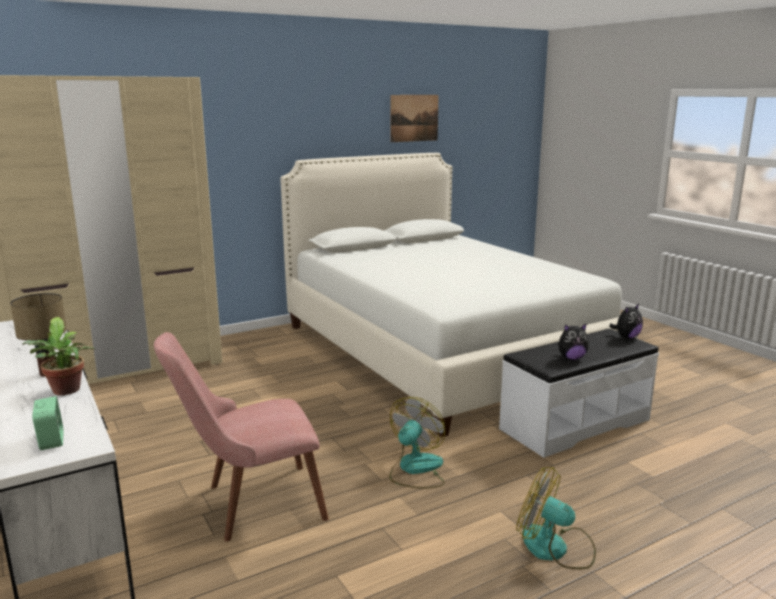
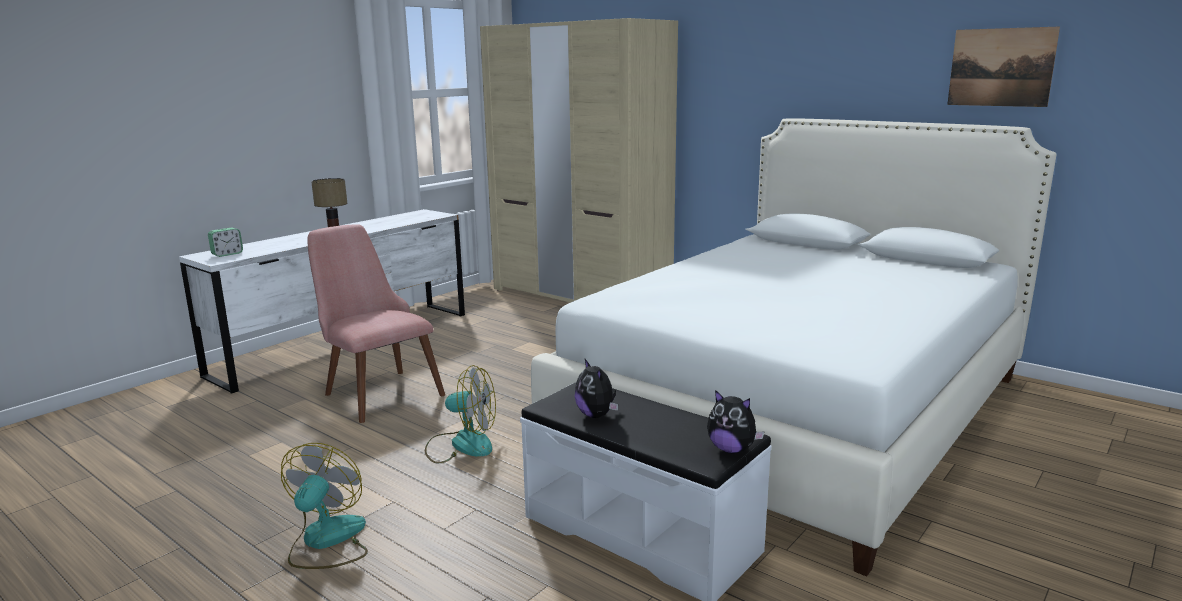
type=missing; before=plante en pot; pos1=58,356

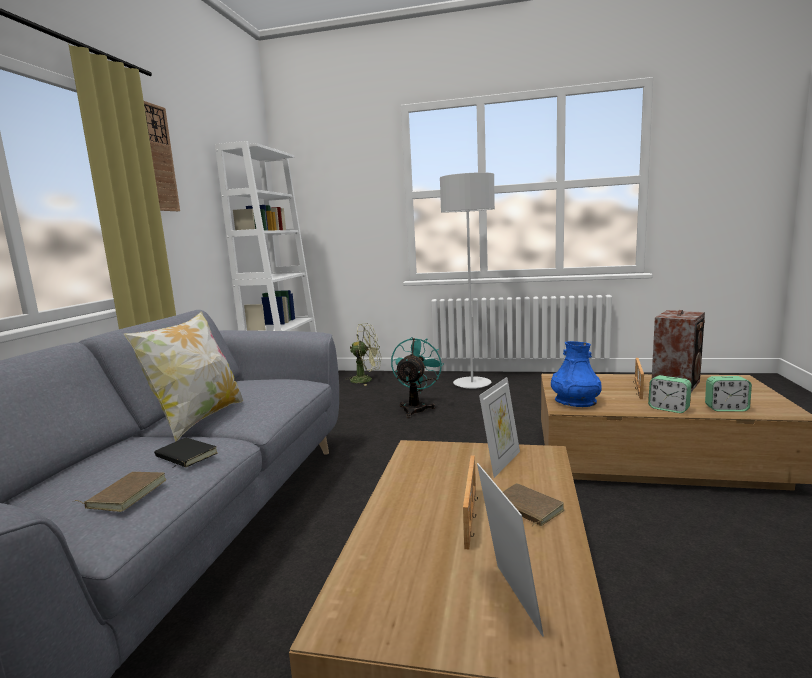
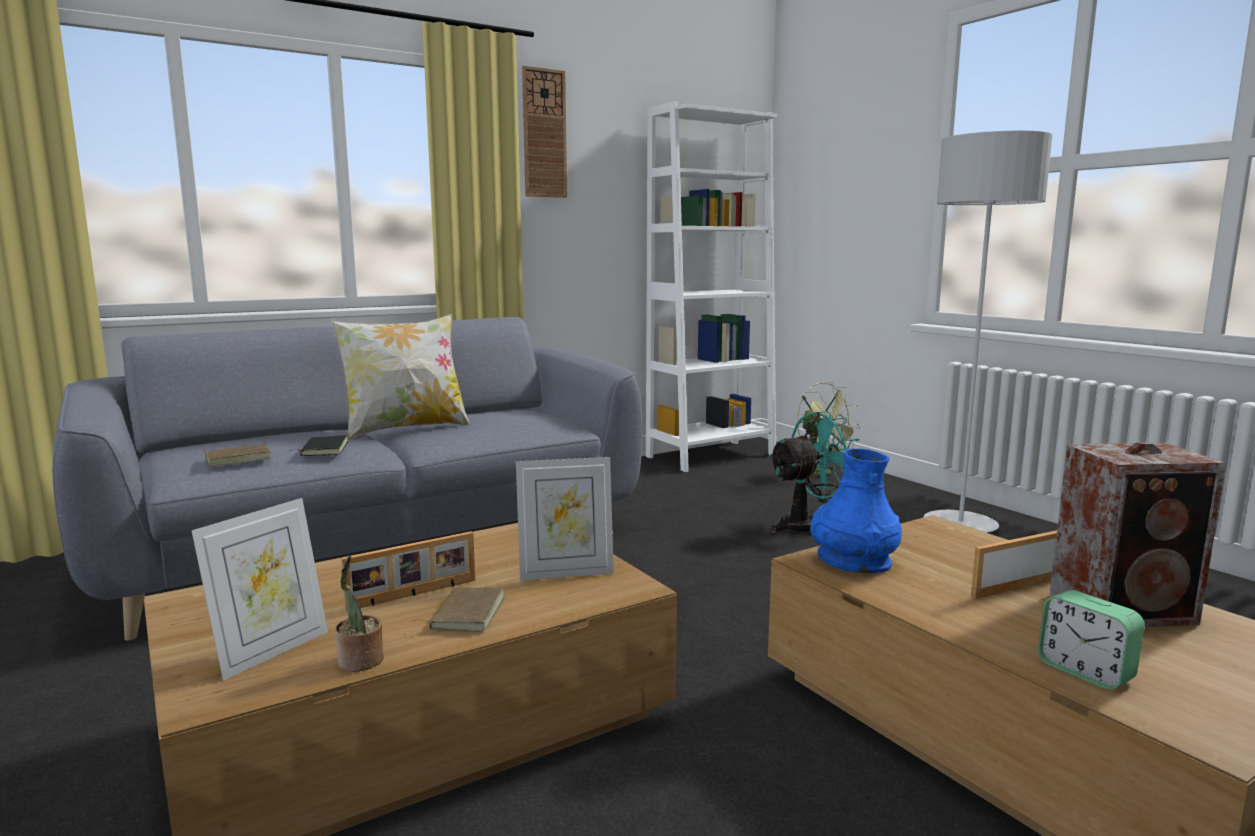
type=appeared; after=plante en pot; pos2=359,613
type=missing; before=réveil; pos1=670,394

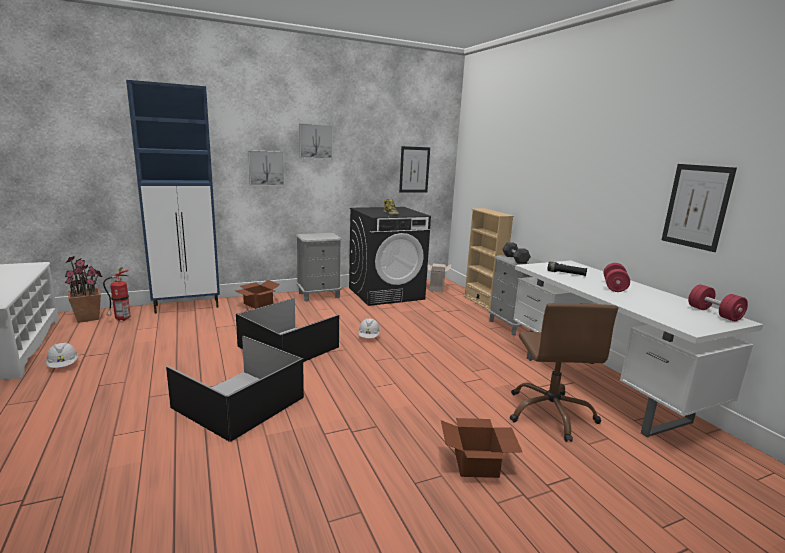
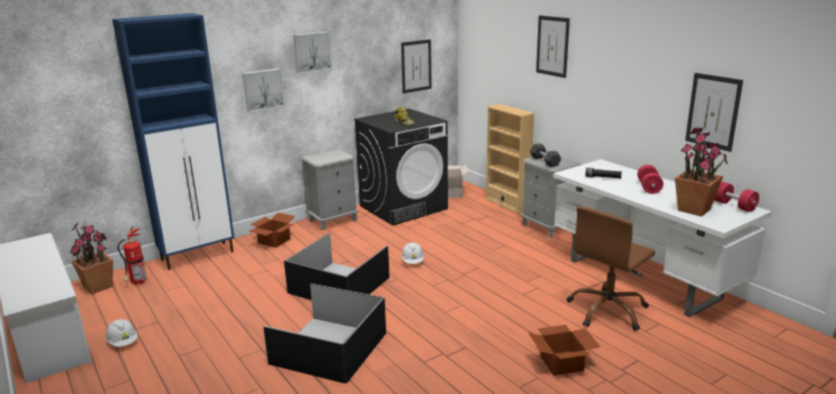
type=appeared; after=tableau; pos2=553,46
type=spun; before=chaise de bureau/marron; pos1=564,372; pos2=611,268; turn=60
type=appeared; after=plante en pot; pos2=701,172

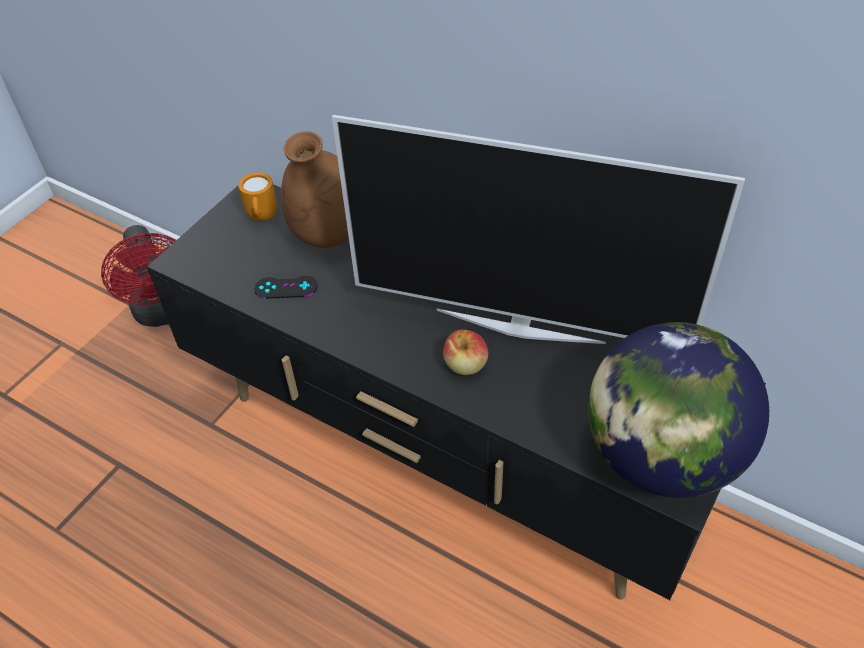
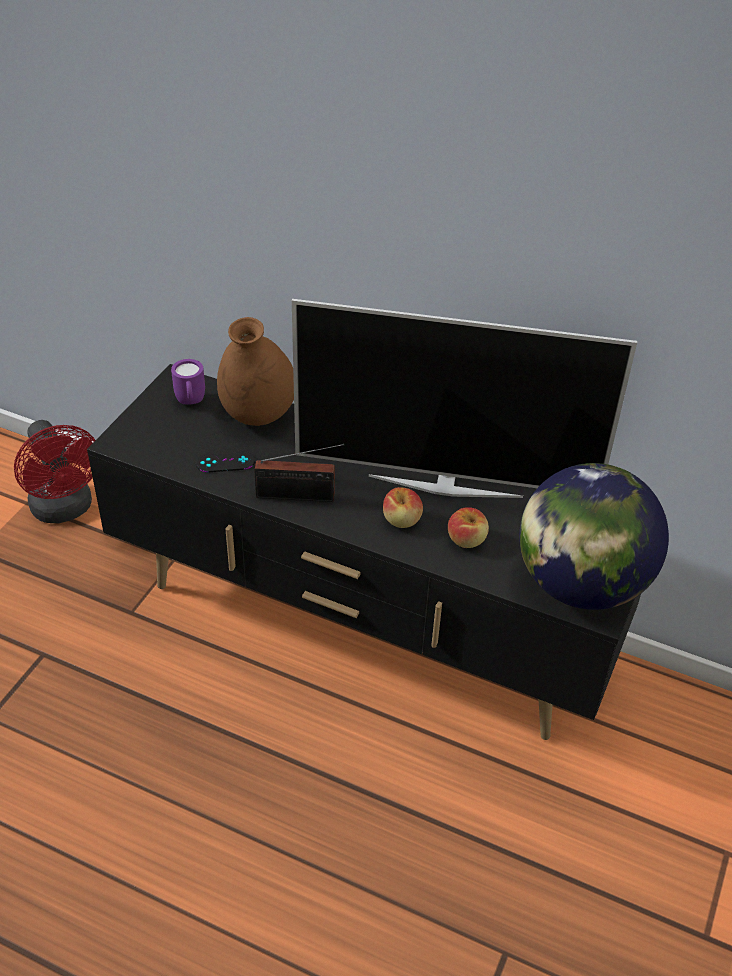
type=colour; before=mug/orange; after=mug/violet; pos1=257,196; pos2=188,381
type=appeared; after=radio; pos2=299,473
type=appeared; after=pomme; pos2=468,527

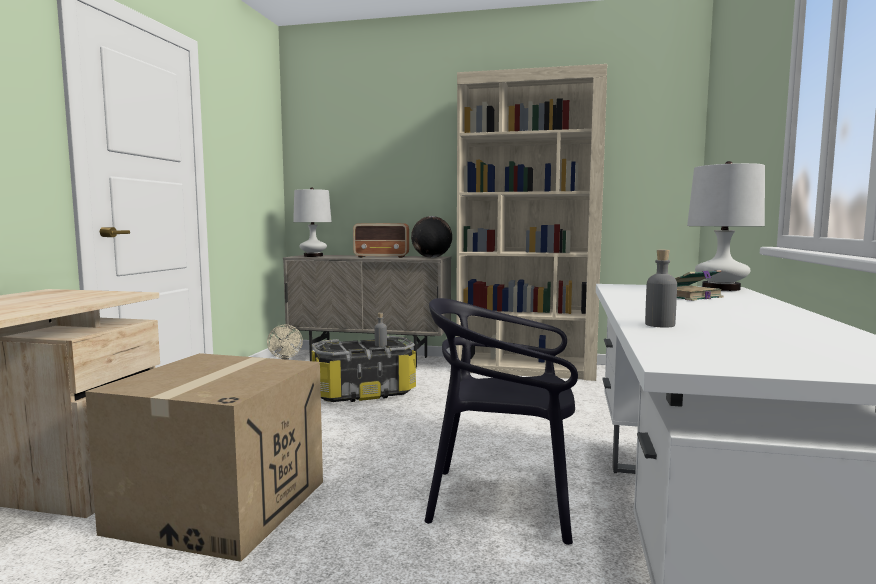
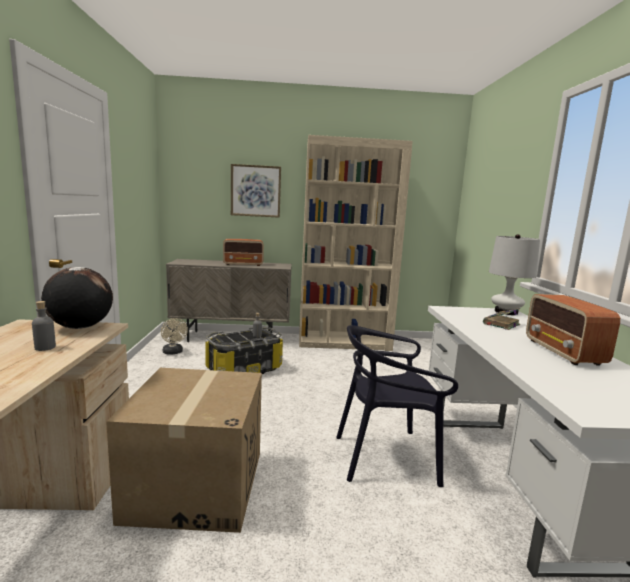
type=relocated; before=bouteille/gris; pos1=661,289; pos2=44,326
type=relocated; before=globe; pos1=431,237; pos2=77,298
type=appeared; after=tableau; pos2=256,191
type=appeared; after=radio; pos2=573,330
type=missing; before=lampe de table/blanc; pos1=312,222

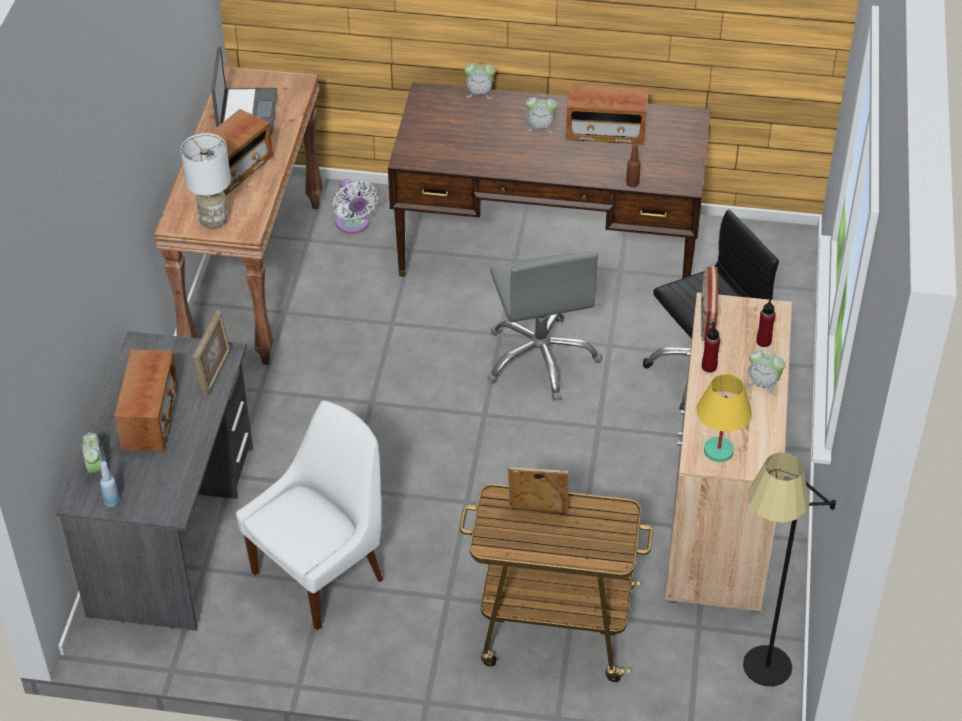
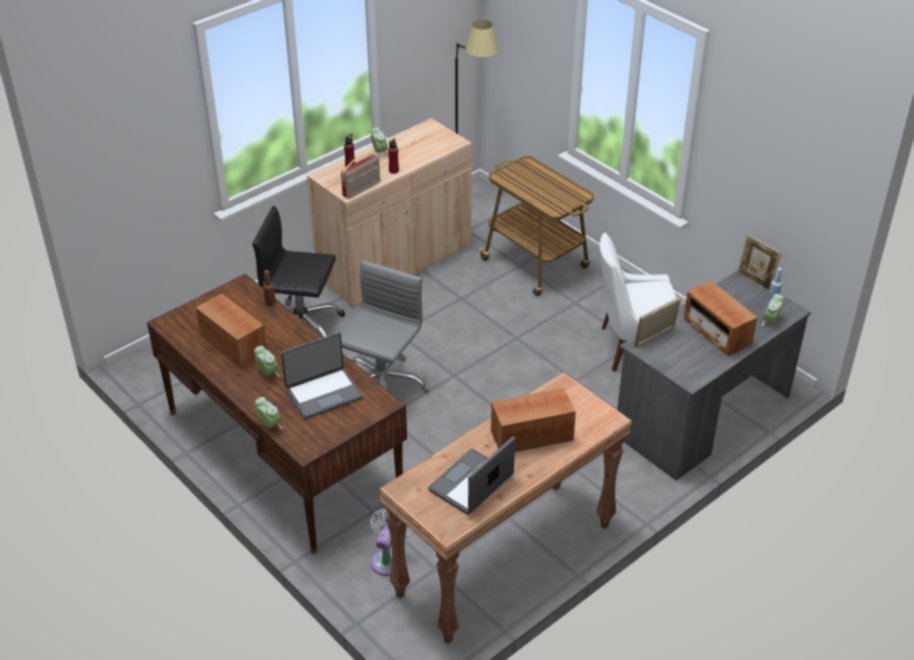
type=appeared; after=ordinateur portable; pos2=322,375
type=spun; before=radio; pos1=146,400; pos2=720,318; turn=-75
type=relocated; before=cadre photo; pos1=538,490; pos2=759,263
type=missing; before=lampe de table/blanc; pos1=206,181
type=missing; before=lampe de table/jaune; pos1=724,418

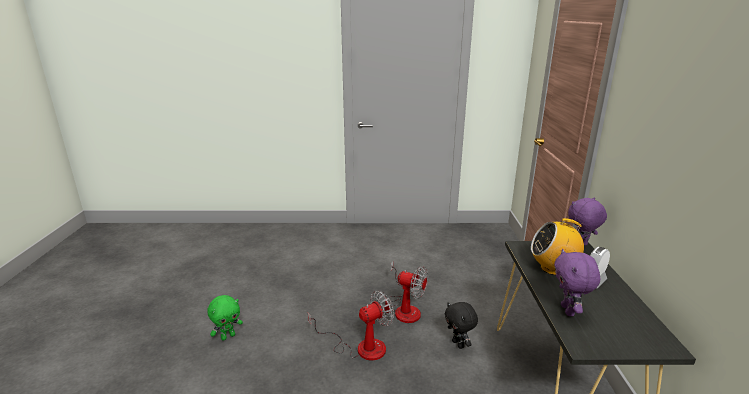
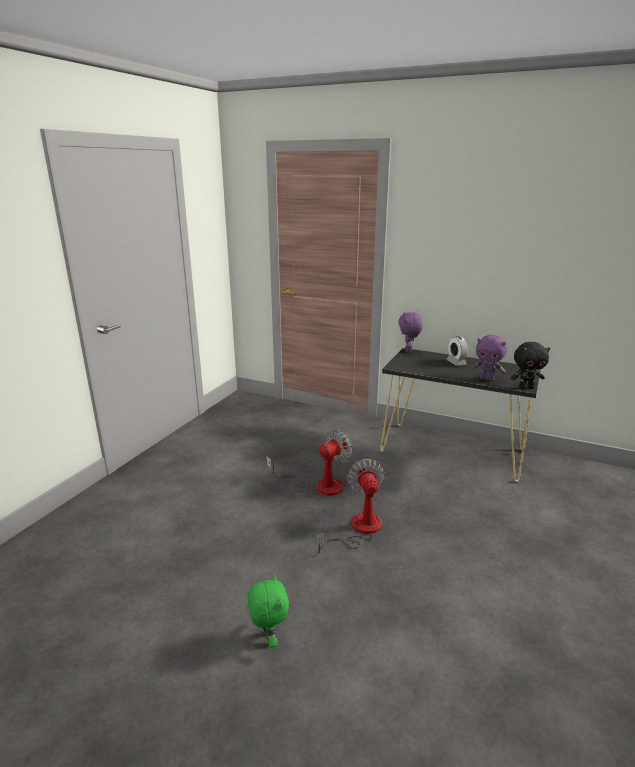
type=relocated; before=peluche/noir; pos1=461,325; pos2=530,365
type=missing; before=radio; pos1=557,246

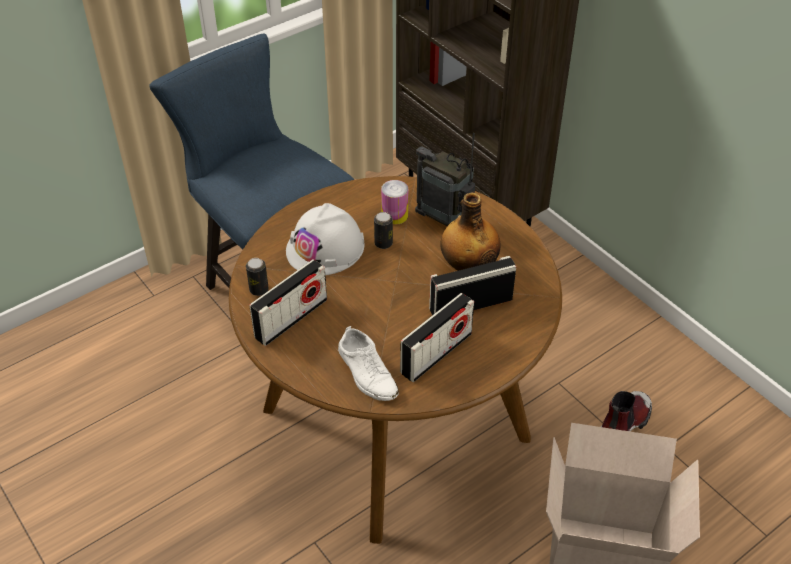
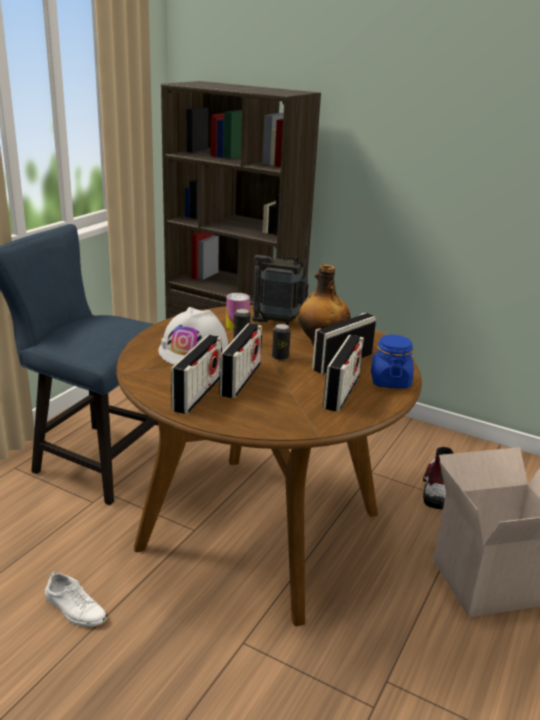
type=relocated; before=chaussure/blanc; pos1=368,363; pos2=76,599
type=appeared; after=radio; pos2=240,360
type=relocated; before=boîte métallique; pos1=257,277; pos2=281,342
type=appeared; after=bocal/bleu; pos2=392,361

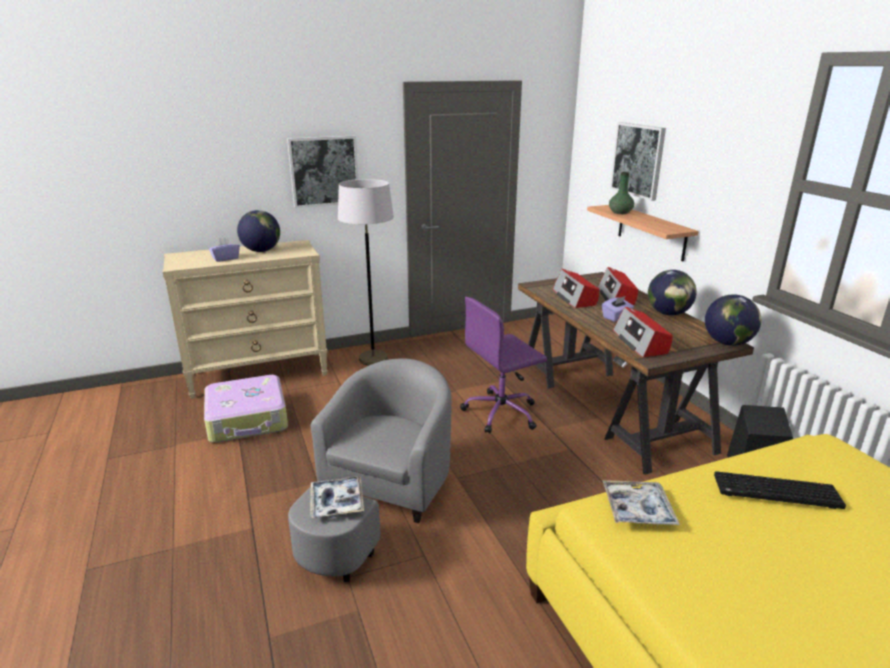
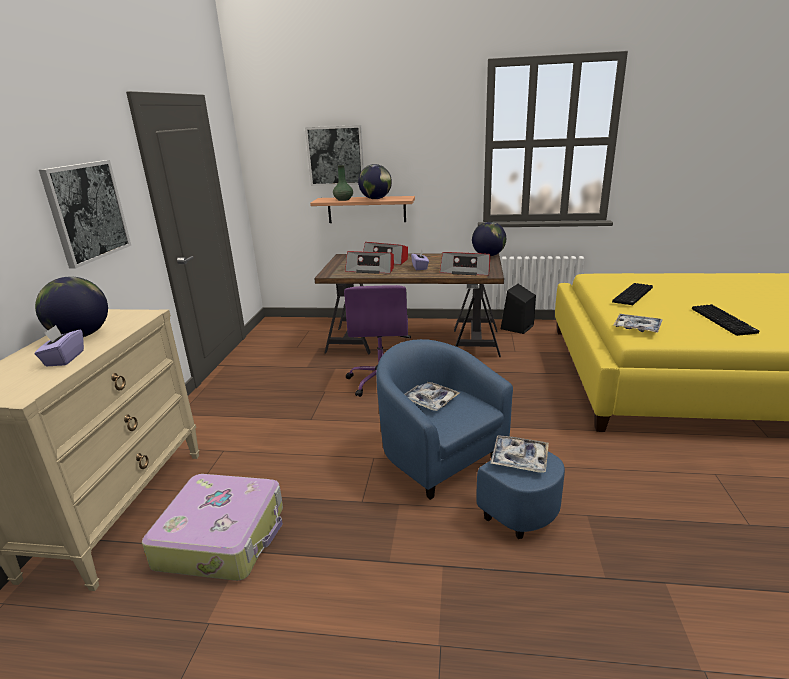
type=relocated; before=globe; pos1=672,293; pos2=375,181
type=colour; before=fauteuil/gris; after=fauteuil/bleu; pos1=370,470; pos2=470,439
type=appeared; after=plateau; pos2=432,396
type=appeared; after=clavier; pos2=725,320
type=missing; before=lampadaire/gris; pos1=366,272

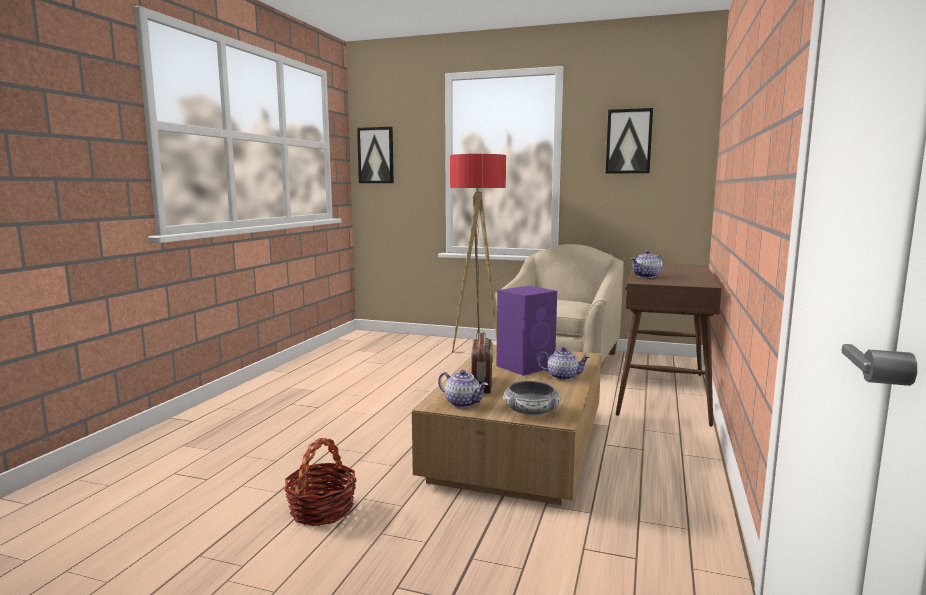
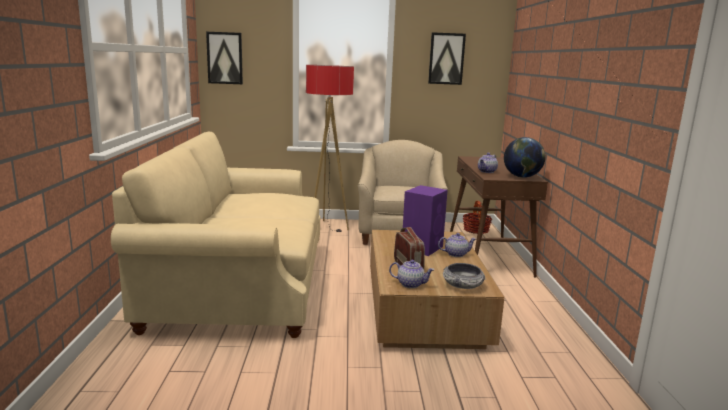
type=appeared; after=canapé/beige; pos2=215,234
type=relocated; before=panier; pos1=320,482; pos2=478,217
type=appeared; after=globe; pos2=525,157

